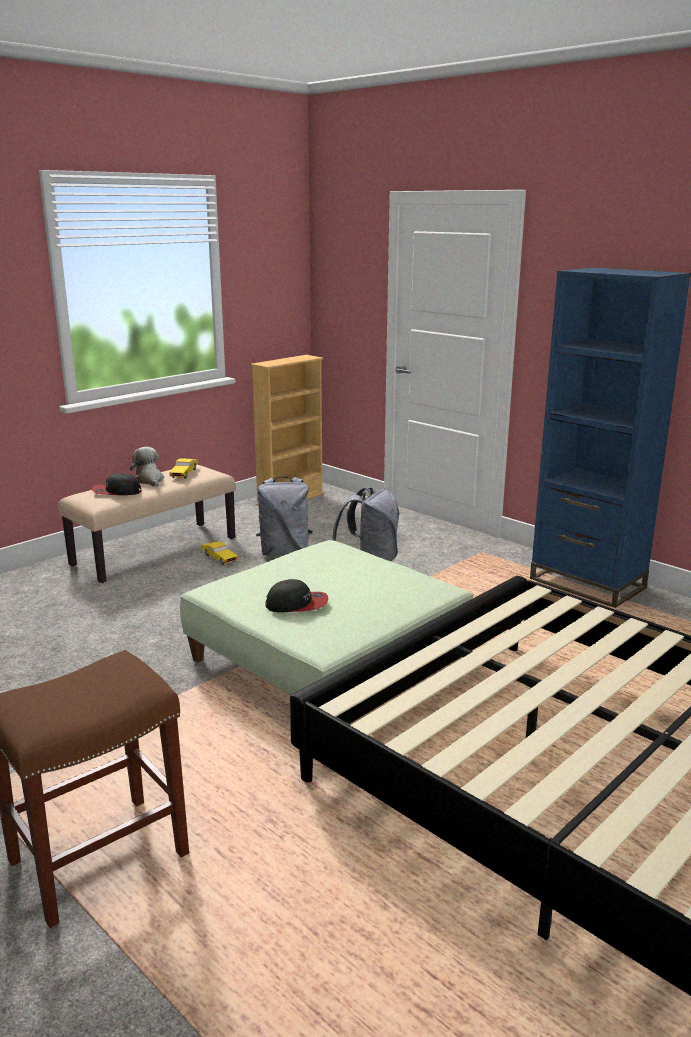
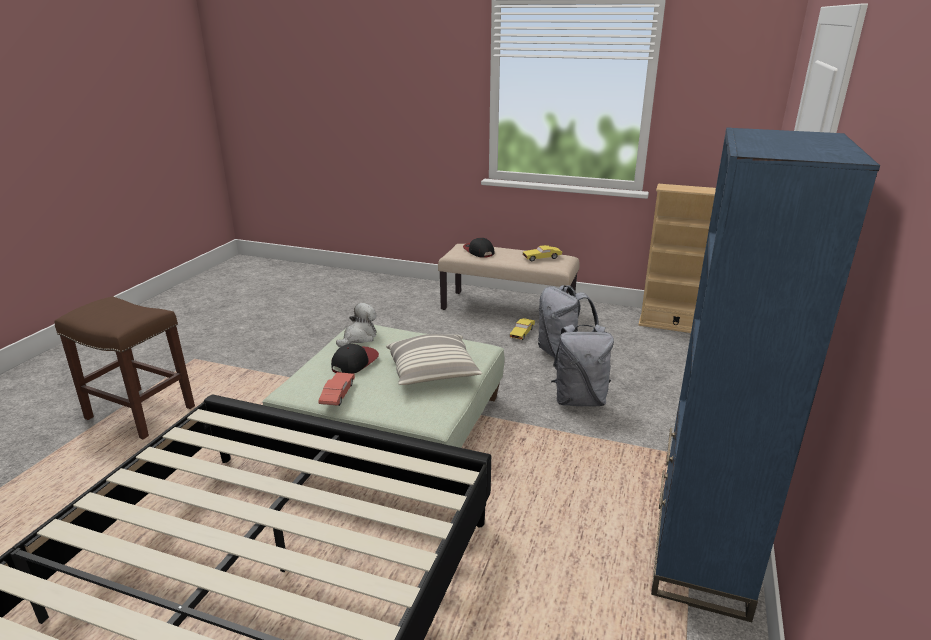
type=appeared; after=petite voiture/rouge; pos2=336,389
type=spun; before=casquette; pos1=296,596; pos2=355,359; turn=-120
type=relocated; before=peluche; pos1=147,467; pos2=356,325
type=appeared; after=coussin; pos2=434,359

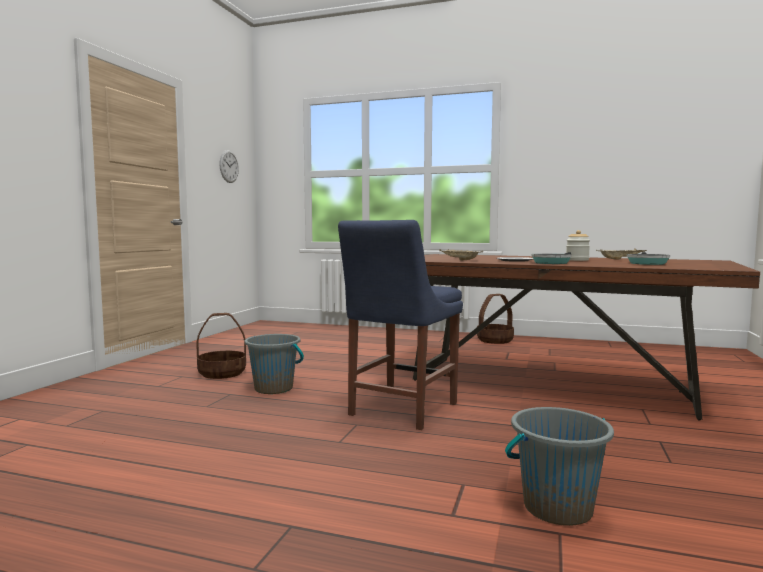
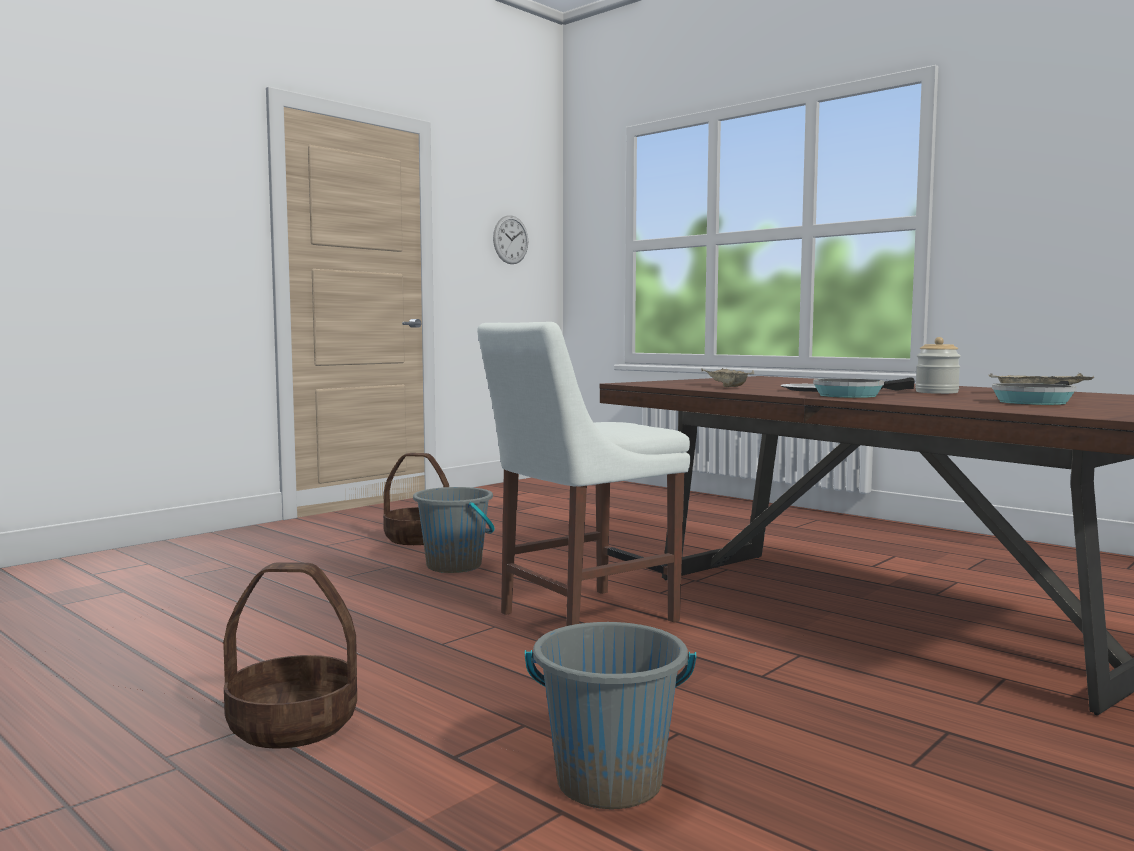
type=relocated; before=panier; pos1=495,319; pos2=290,655
type=colour; before=chaise/bleu; after=chaise/blanc; pos1=400,325; pos2=583,474

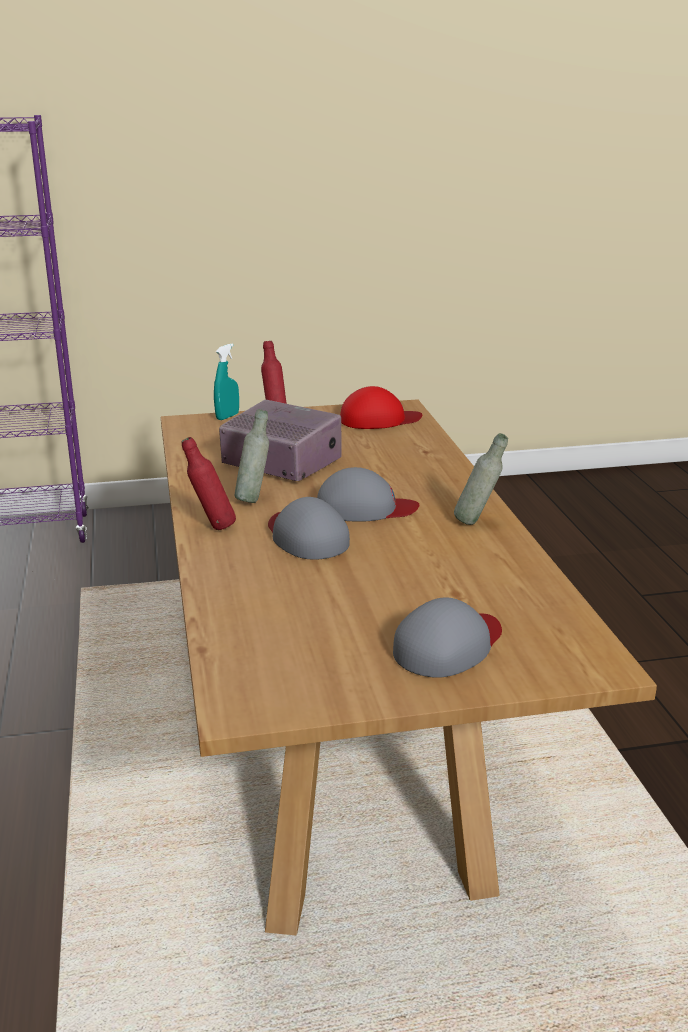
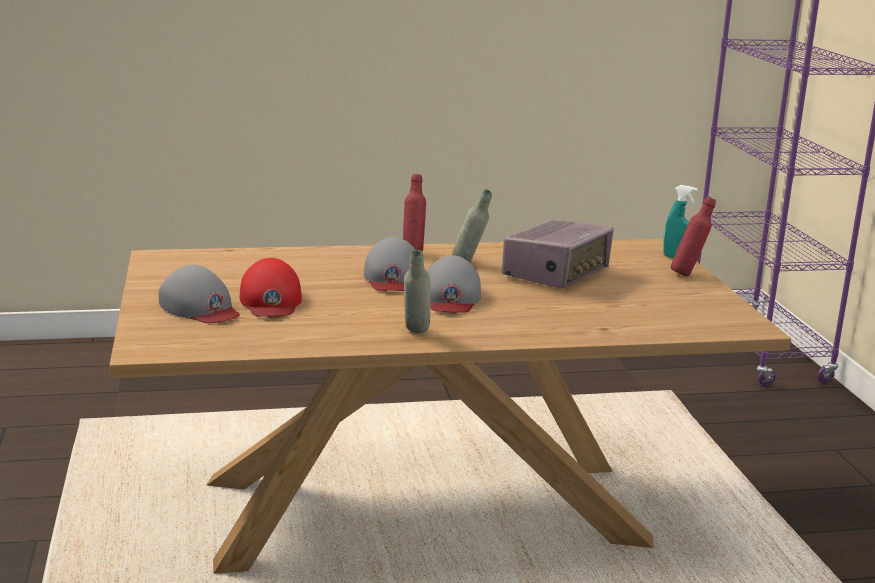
type=relocated; before=casquette/rouge; pos1=381,407; pos2=271,287
type=spun; before=casquette/gris; pos1=309,528; pos2=389,264; turn=120

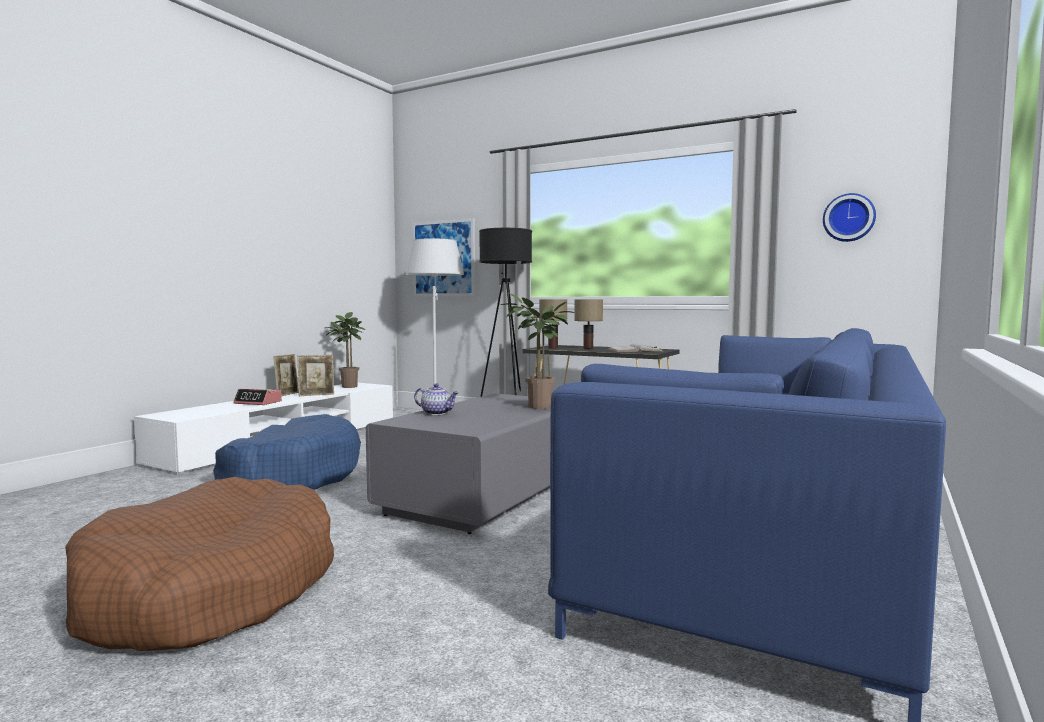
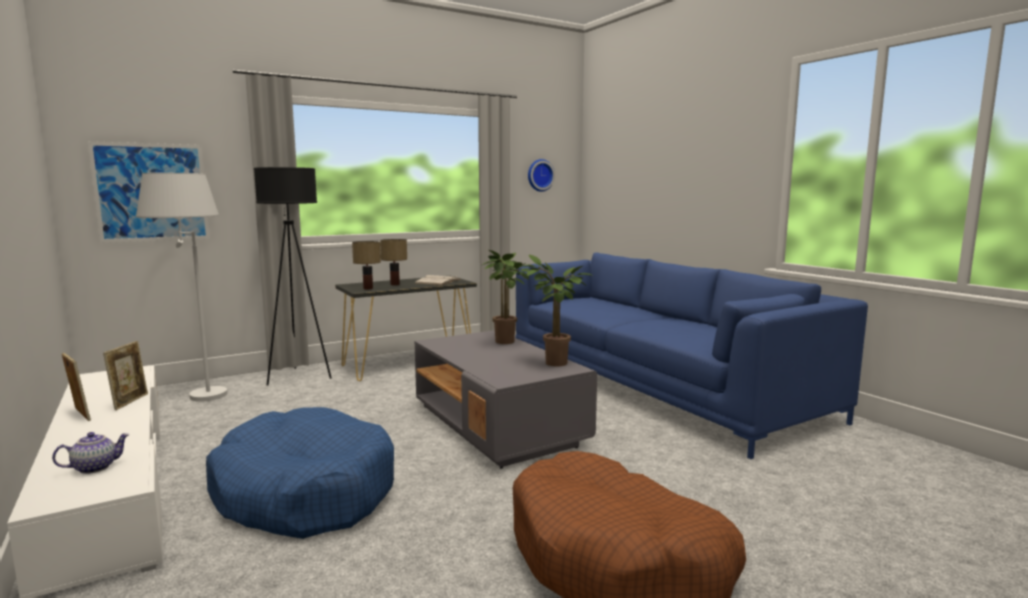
type=relocated; before=théière; pos1=436,399; pos2=91,453
type=relocated; before=plante en pot; pos1=345,350; pos2=556,310
type=missing; before=réveil; pos1=257,397

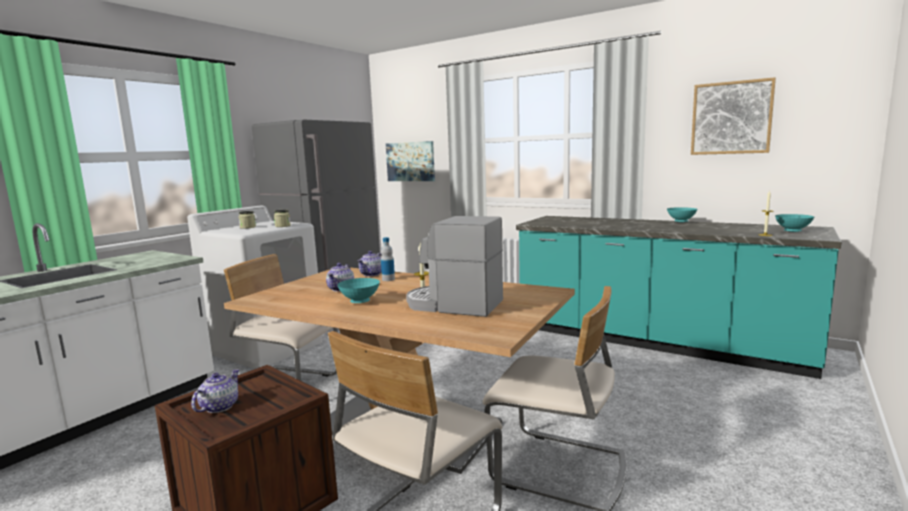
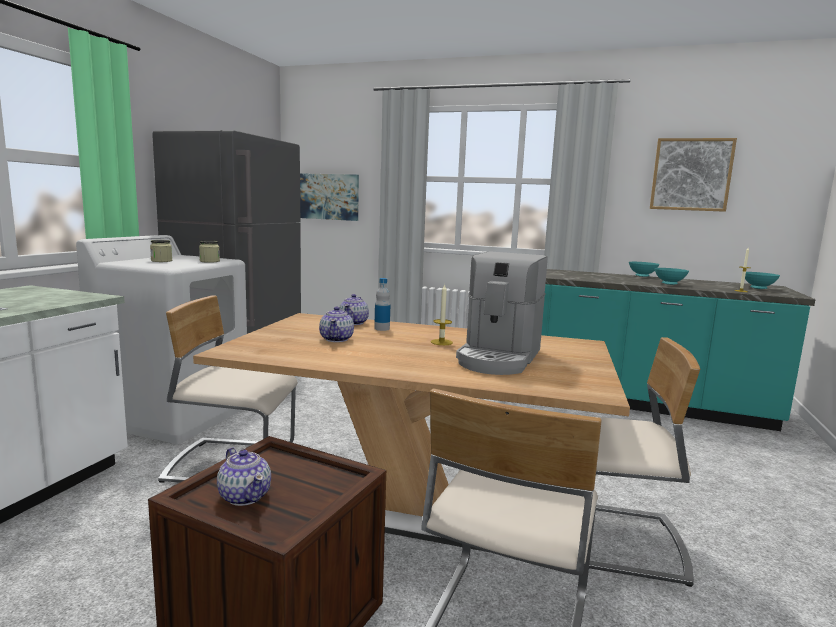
type=spun; before=théière; pos1=215,391; pos2=244,476; turn=135
type=spun; before=machine à café; pos1=454,266; pos2=501,313; turn=-75
type=relocated; before=bol/turquoise; pos1=358,290; pos2=672,276

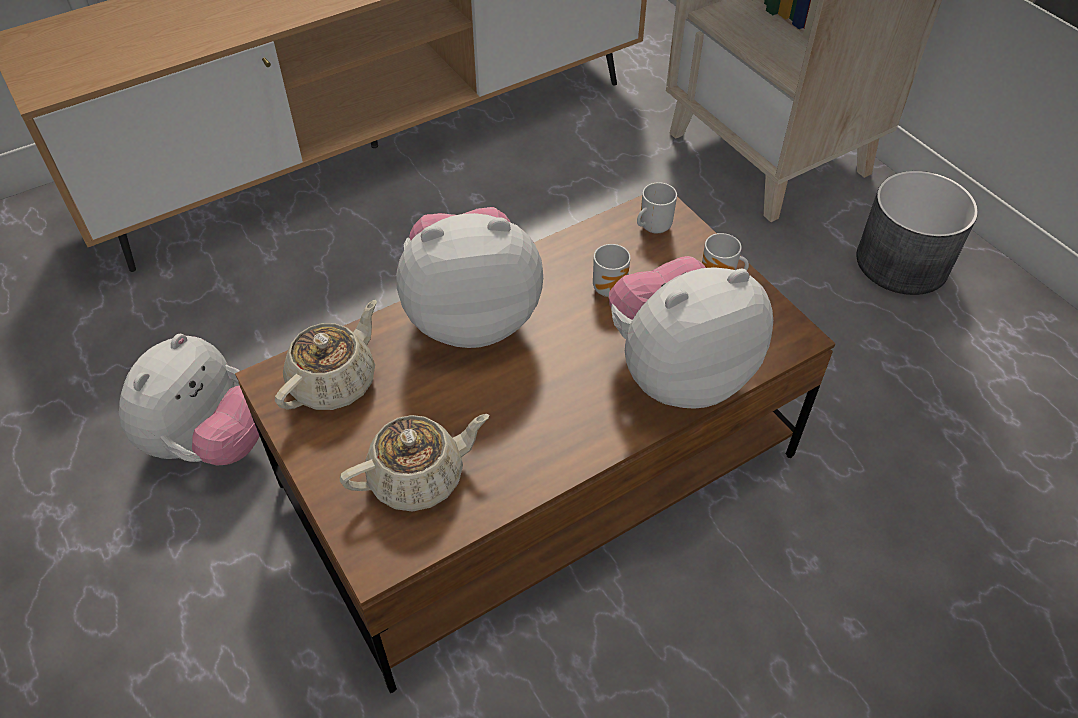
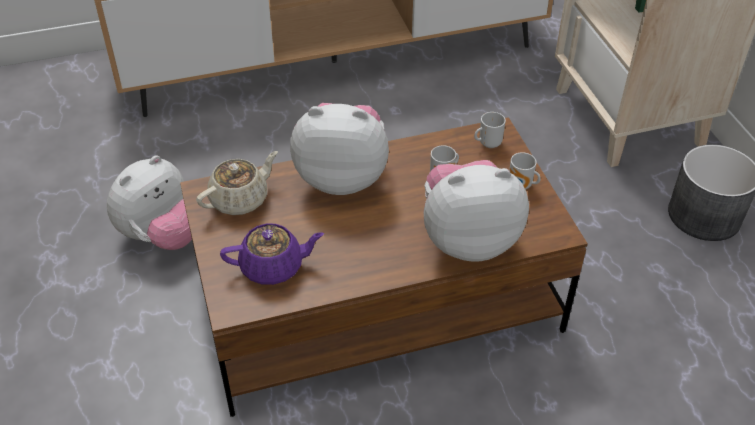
type=colour; before=théière/beige; after=théière/violet; pos1=414,463; pos2=272,254

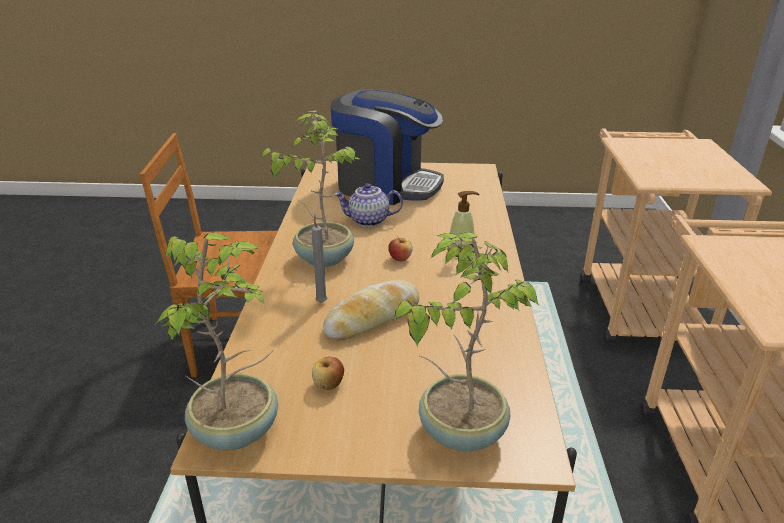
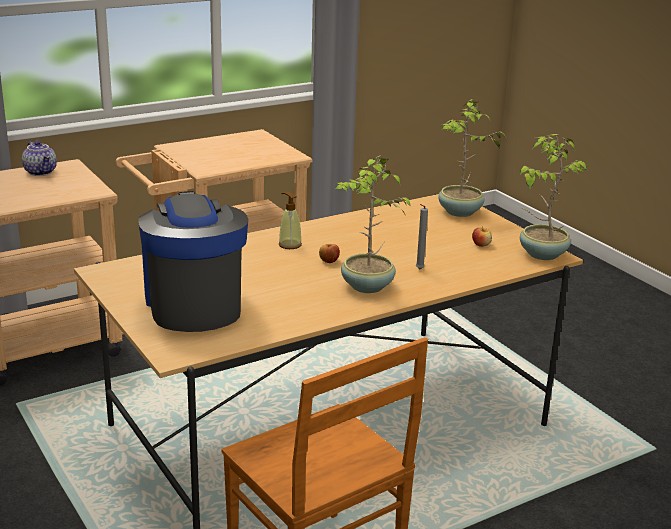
type=relocated; before=théière; pos1=368,205; pos2=39,158
type=missing; before=pain; pos1=371,310

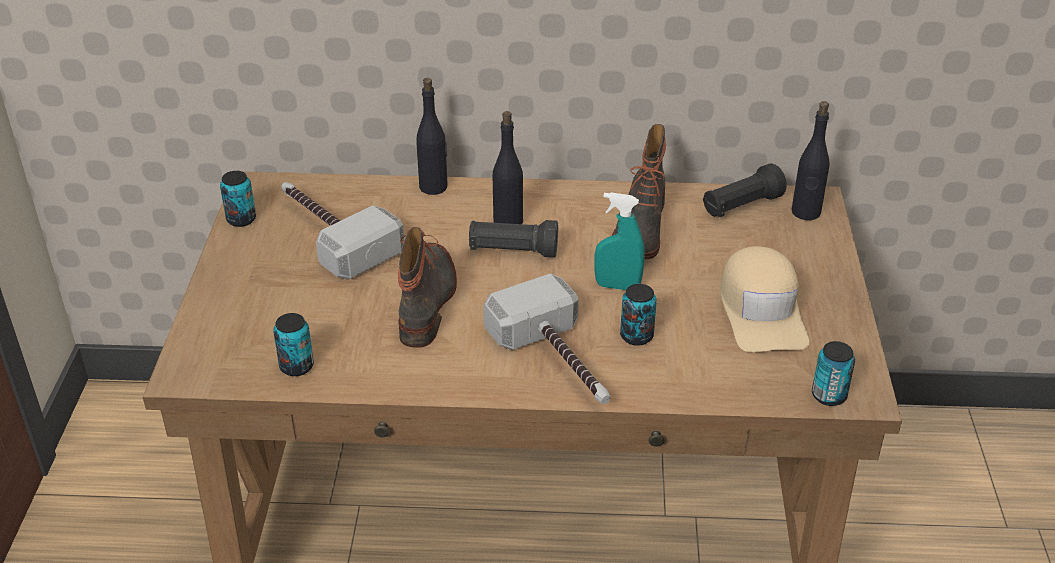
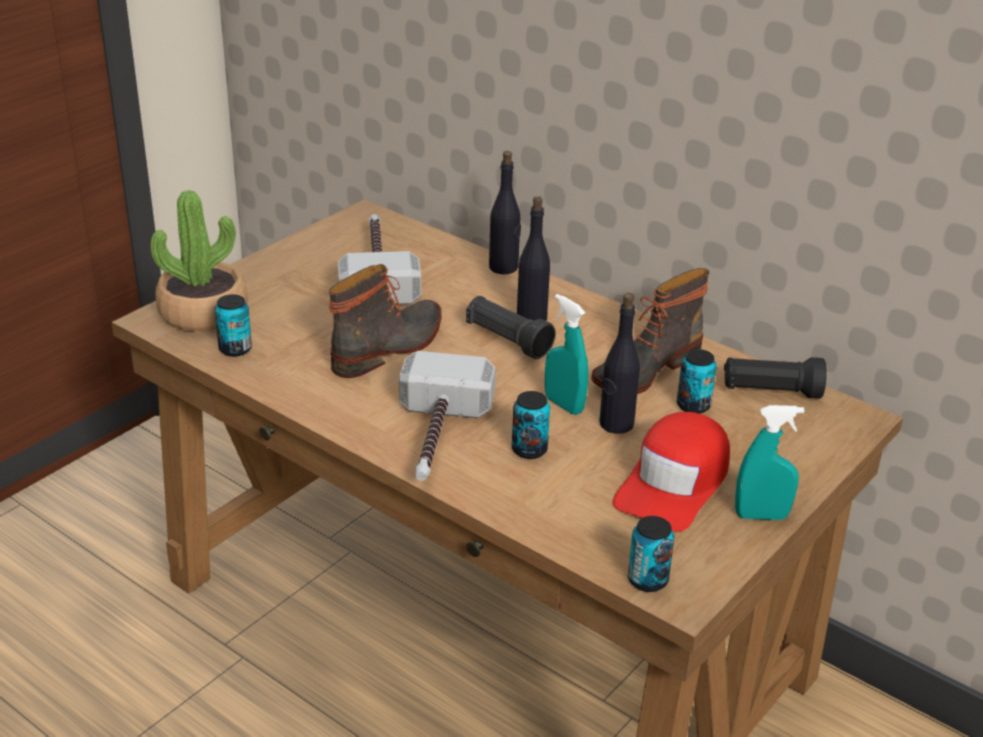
type=appeared; after=plante en pot; pos2=199,261
type=relocated; before=bouteille/noir; pos1=811,160; pos2=619,363
type=colour; before=casquette/beige; after=casquette/rouge; pos1=764,299; pos2=671,472
type=relocated; before=boîte métallique; pos1=238,199; pos2=697,381
type=appeared; after=vaporisateur/turquoise; pos2=769,462

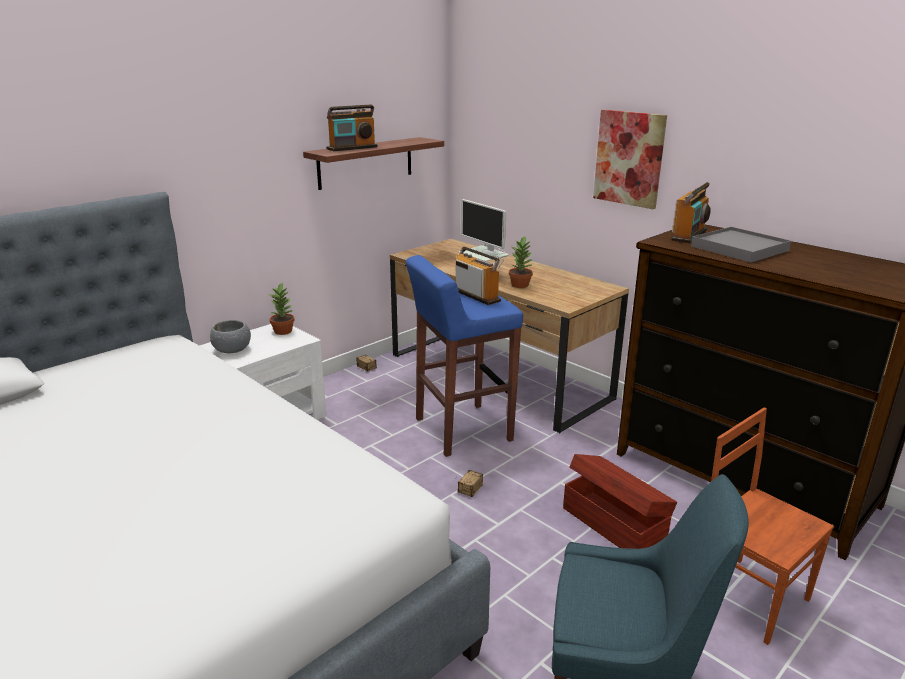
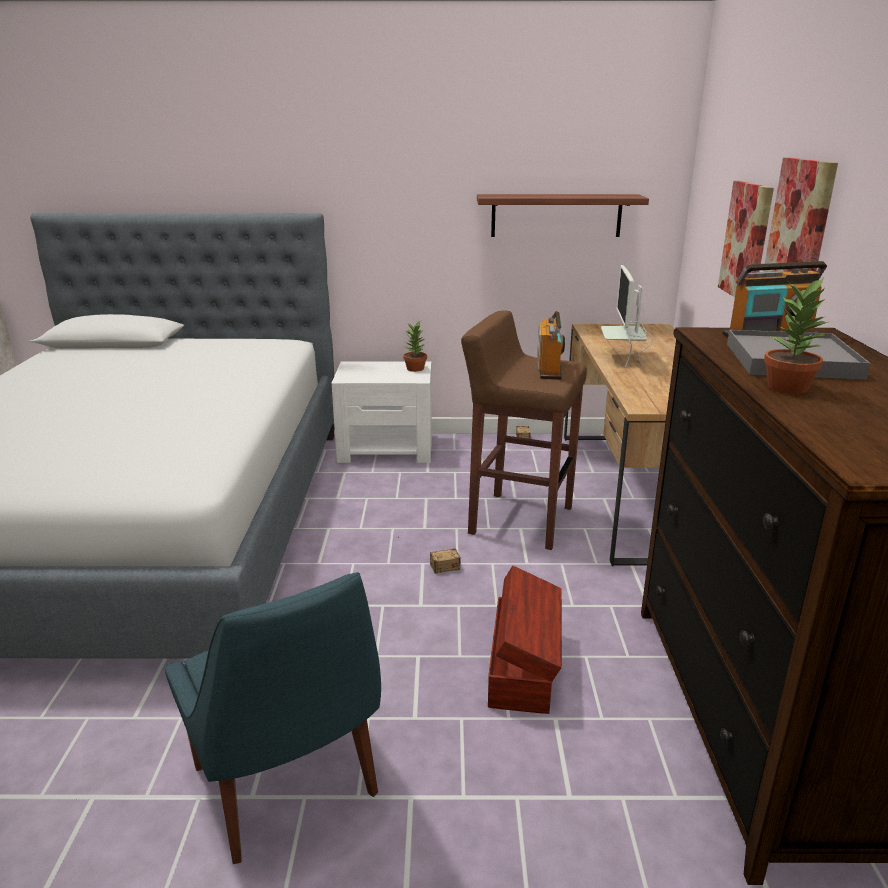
type=colour; before=tabouret/bleu; after=tabouret/marron; pos1=464,356; pos2=524,430
type=appeared; after=tableau; pos2=746,239
type=relocated; before=plante en pot; pos1=521,262; pos2=797,335
type=missing; before=bol/gris; pos1=230,336
type=missing; before=radio; pos1=352,128
type=missing; before=chaise/marron; pos1=772,526

